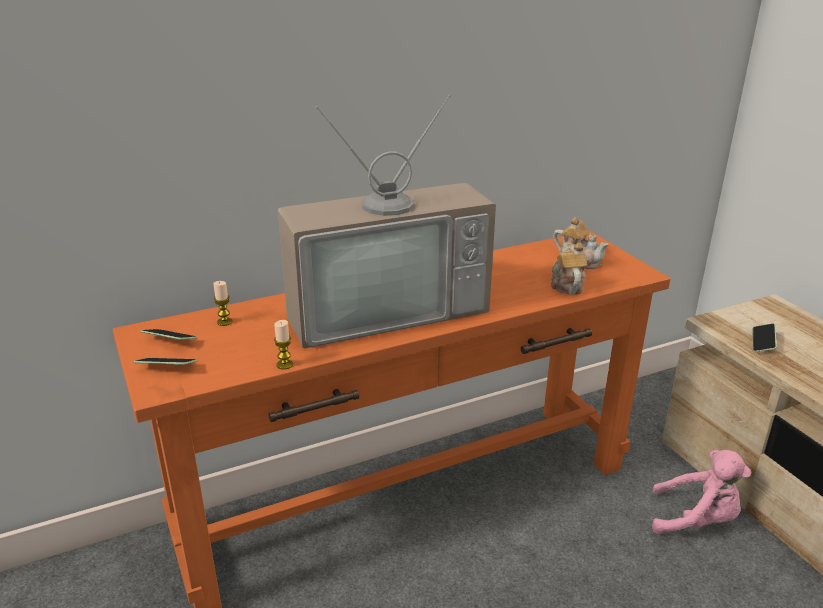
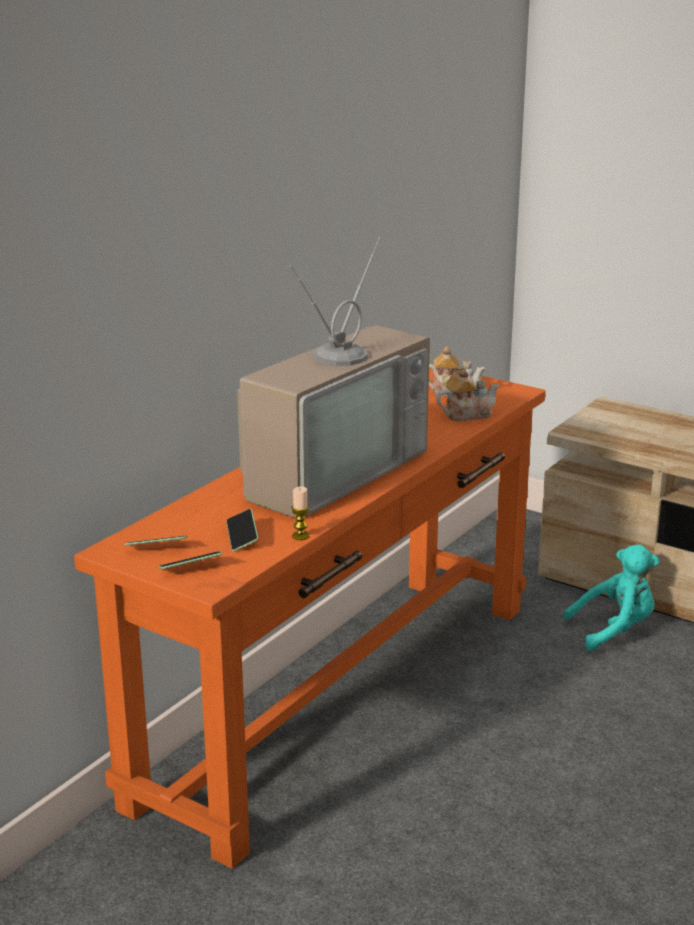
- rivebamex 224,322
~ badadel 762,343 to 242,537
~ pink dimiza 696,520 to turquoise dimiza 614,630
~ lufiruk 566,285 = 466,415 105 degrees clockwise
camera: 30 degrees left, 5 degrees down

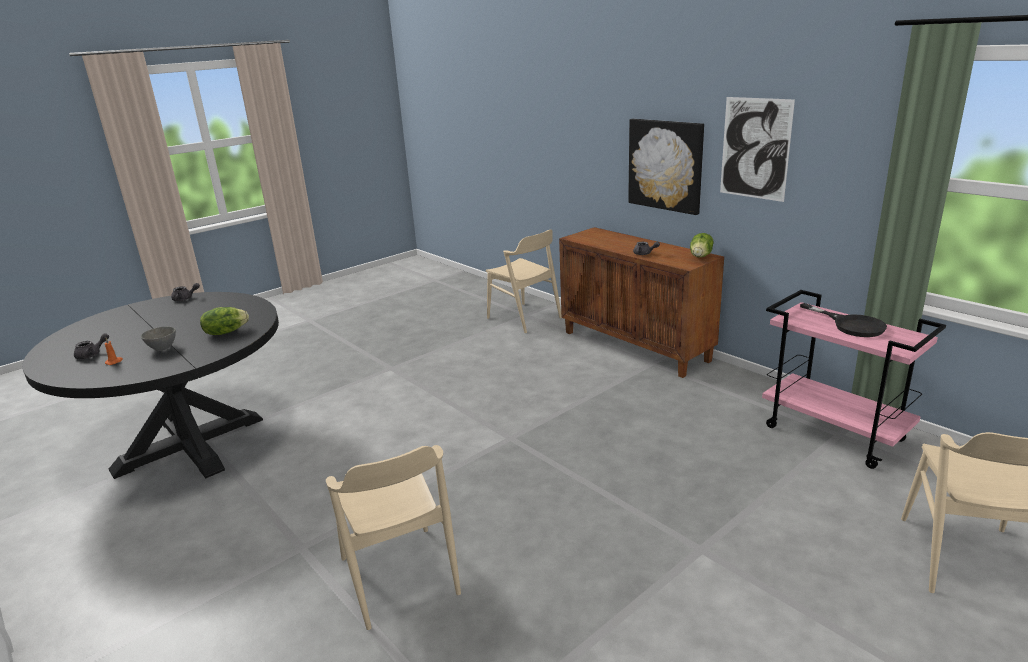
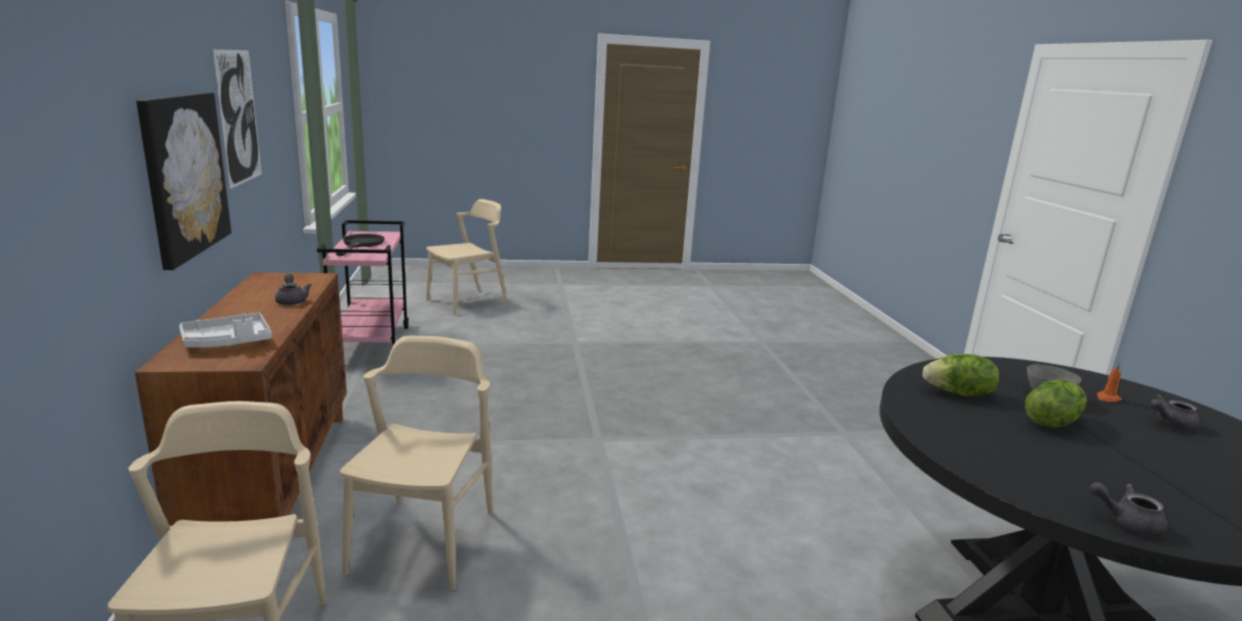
+ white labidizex 228,342
~ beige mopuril 399,575 to 423,540
~ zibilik 701,256 to 1050,422
camera: 150 degrees left, 5 degrees down

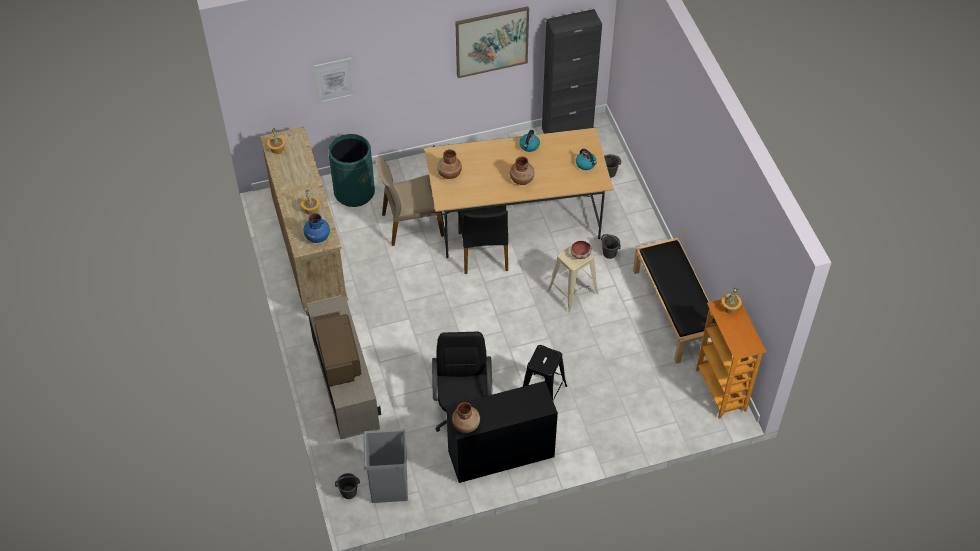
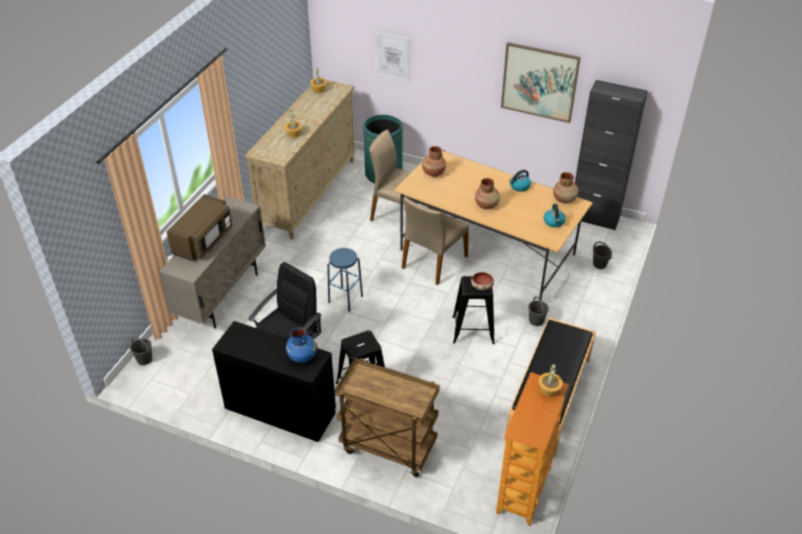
- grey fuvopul 389,485
+ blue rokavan 345,299
+ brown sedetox 387,447
~ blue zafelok 317,236 to 302,356
~ brown zafelok 466,425 to 564,199
~ black mopuril 484,252 to beige mopuril 433,262
~ beige rokavan 573,292 to black rokavan 473,330
camera: 40 degrees right, 10 degrees down

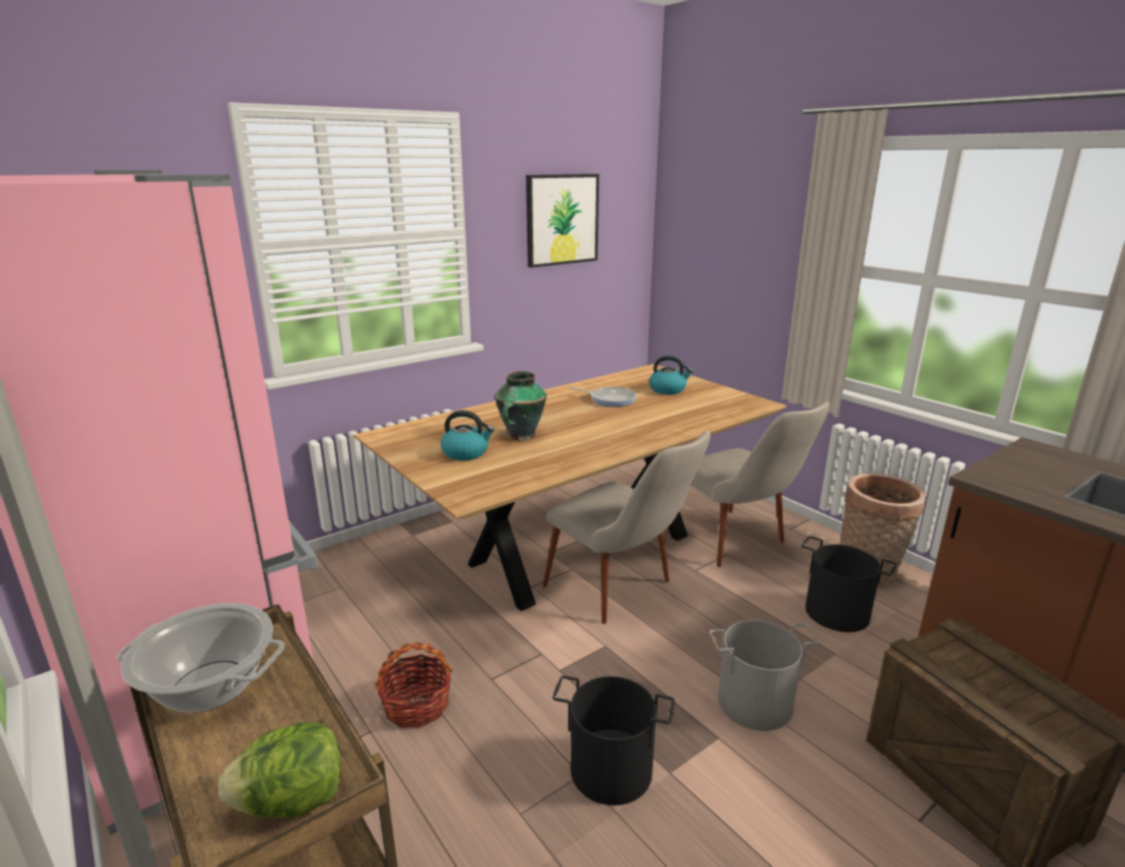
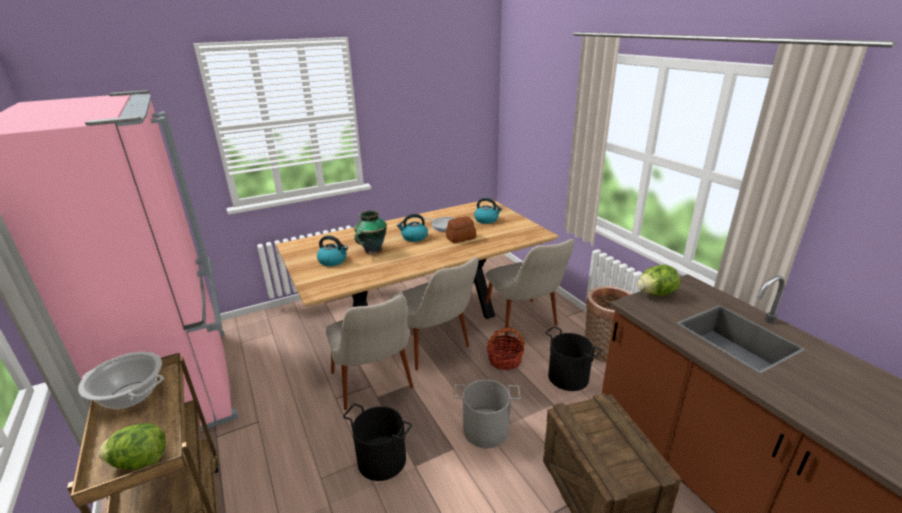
- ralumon 562,219
+ beige mopuril 375,389
+ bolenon 414,237
+ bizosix 460,238
+ zibilik 655,293
~ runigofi 416,705 to 504,360
camera: 10 degrees right, 5 degrees up

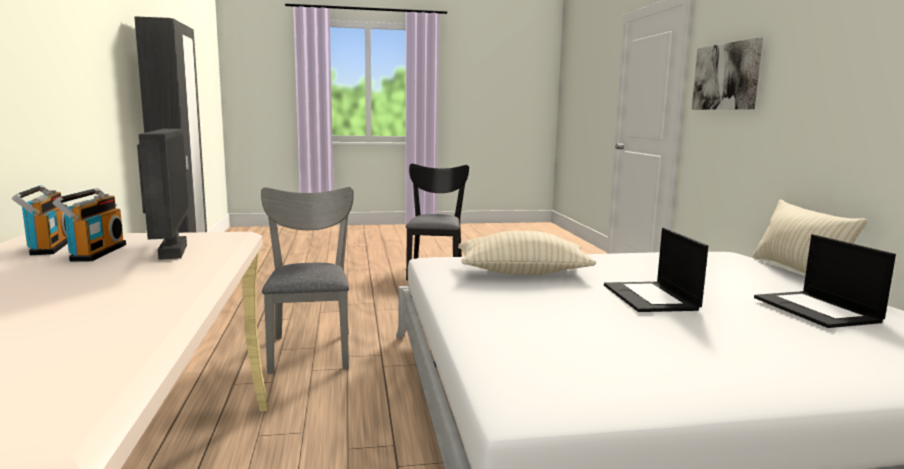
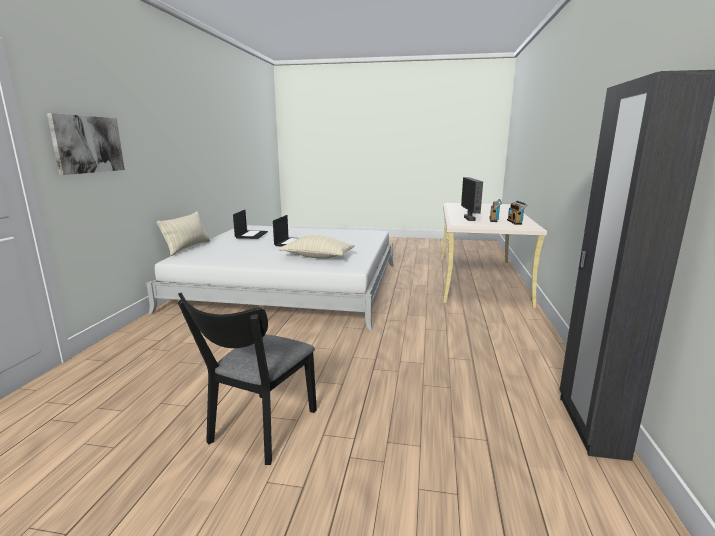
- grey mopuril 311,348
camera: 160 degrees left, 5 degrees up

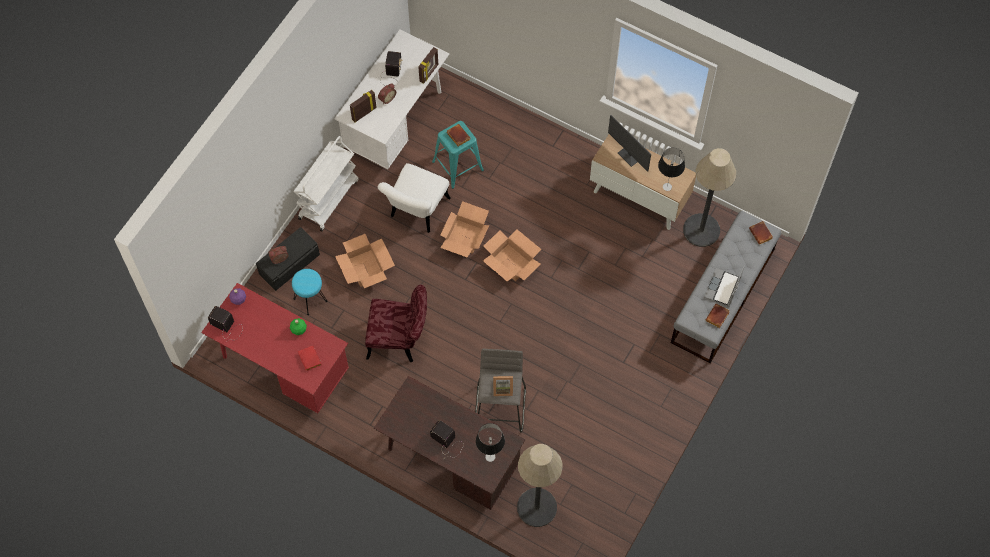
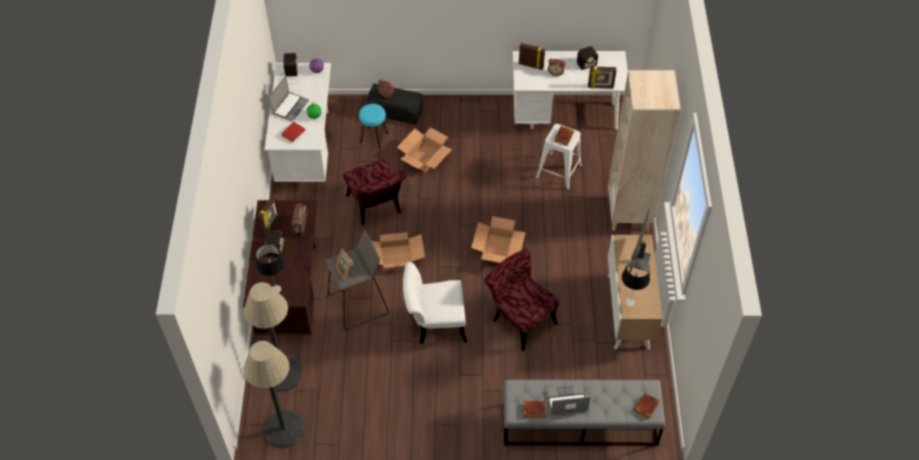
- white sedetox 328,199
+ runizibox 271,223
+ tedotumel 290,107
+ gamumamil 301,225
+ red mopuril 519,318
+ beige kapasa 629,213
~ white mopuril 416,212 to 434,324
~ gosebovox 464,236 to 396,257
~ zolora 701,230 to 284,429
~ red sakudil 283,368 to white sakudil 306,149
~ turquoise rokavan 458,166 to white rokavan 558,171
camera: 60 degrees right, 10 degrees down

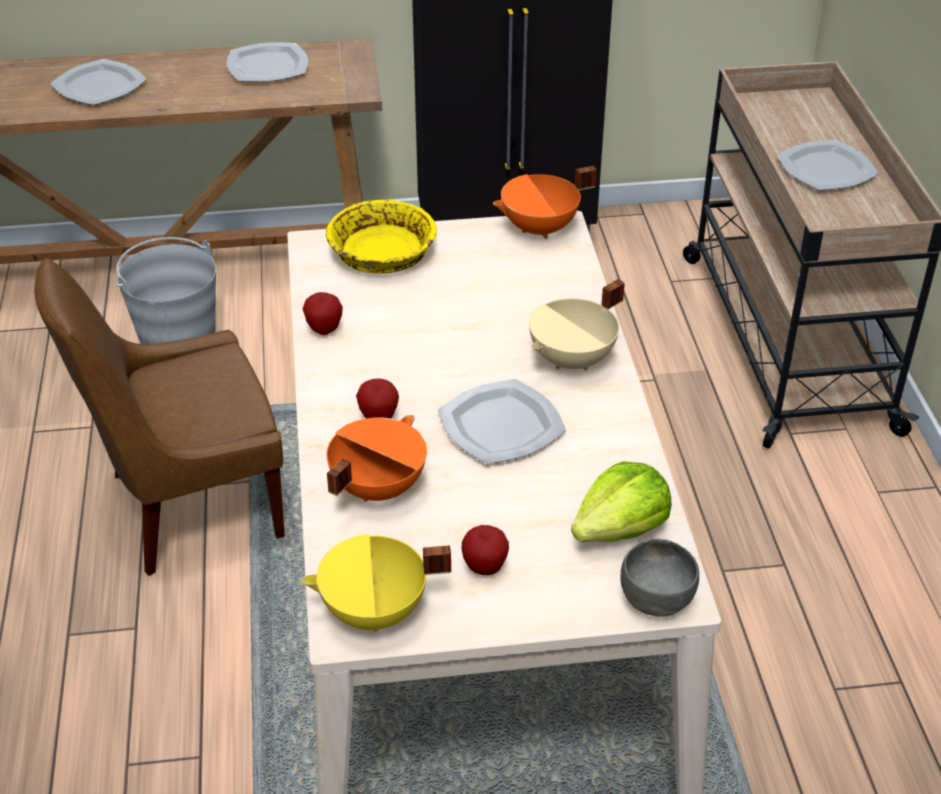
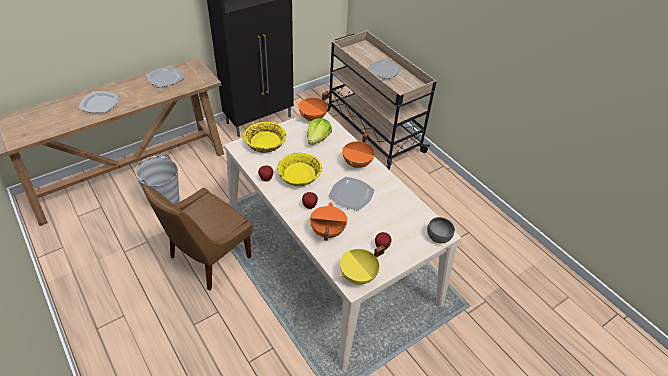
+ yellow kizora 299,175
~ zibilik 621,528 to 318,139
~ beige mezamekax 573,360 to orange mezamekax 358,163
camera: 30 degrees left, 5 degrees up

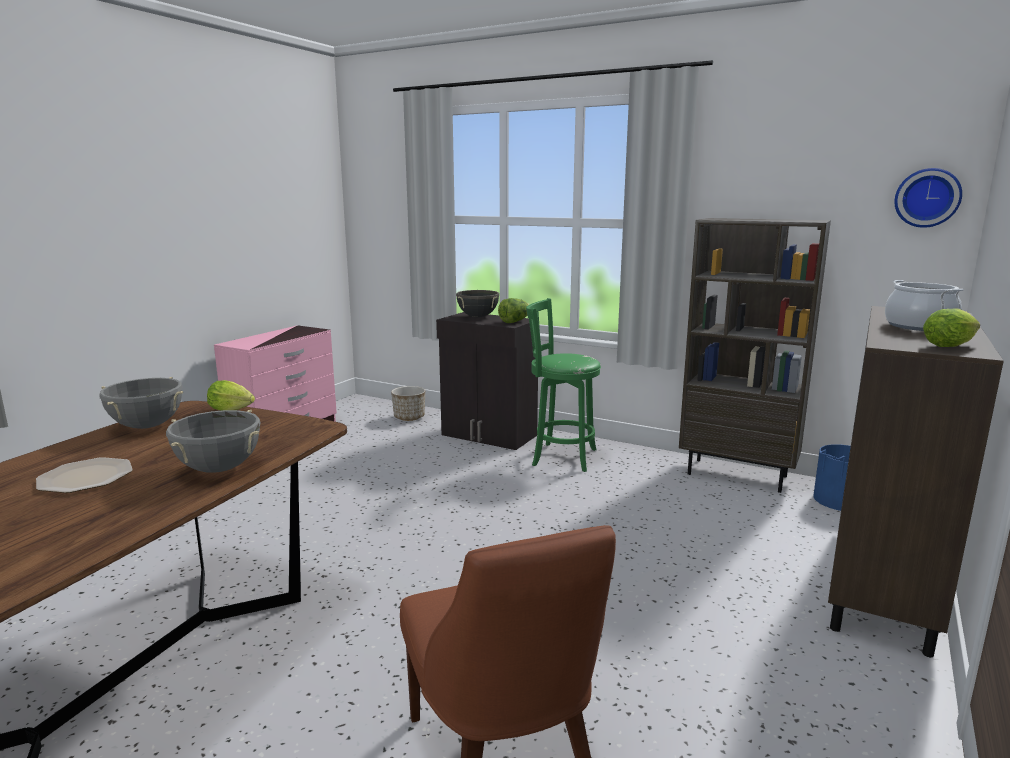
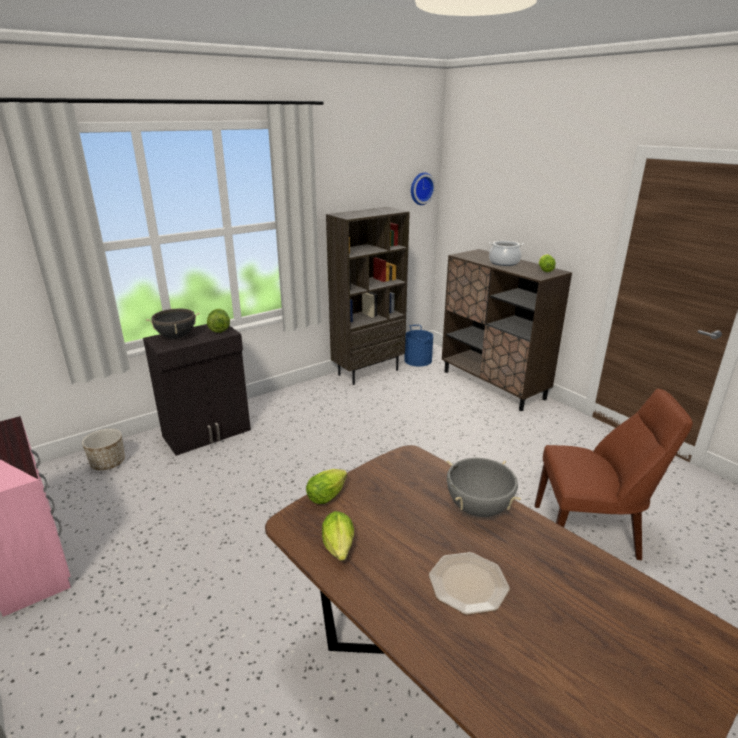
- green rokavan 560,457
~ grey mezamekax 147,426 to zibilik 339,550
camera: 65 degrees left, 10 degrees up

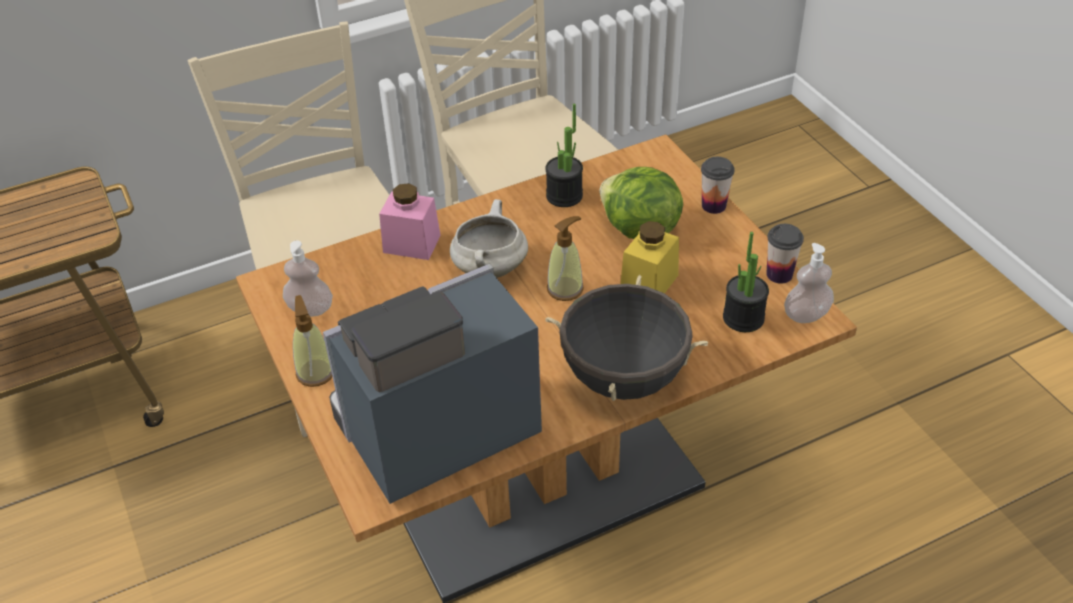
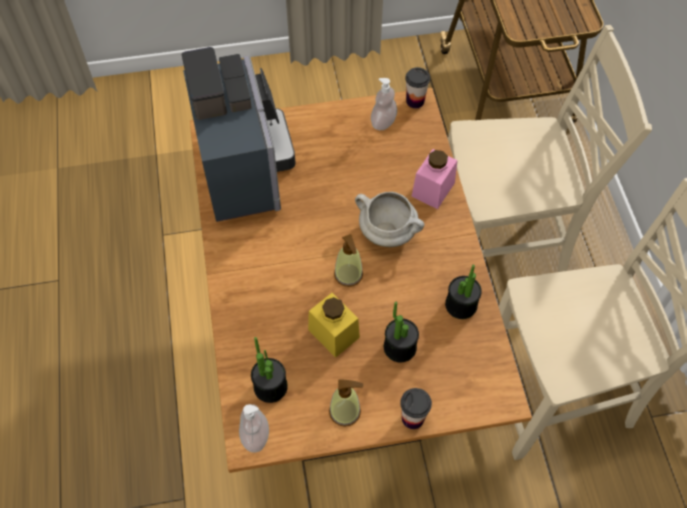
- black mezamekax 624,377
~ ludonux 315,372 to 345,412
~ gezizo 779,274 to 415,101
~ zibilik 639,229 to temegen 400,347
camera: 105 degrees right, 15 degrees up

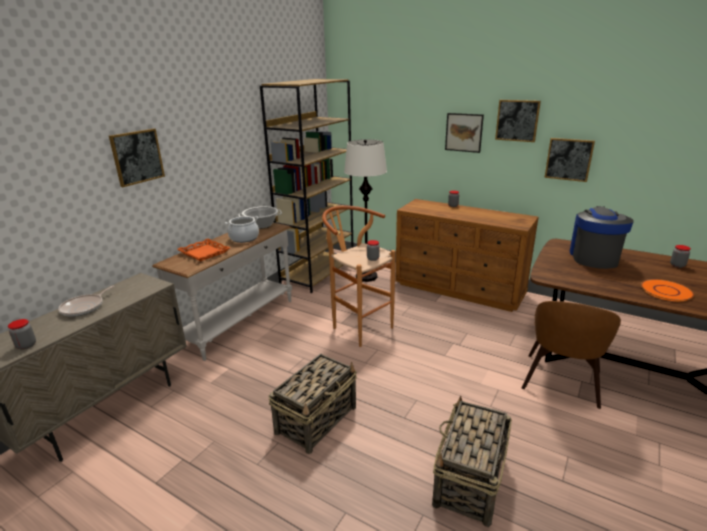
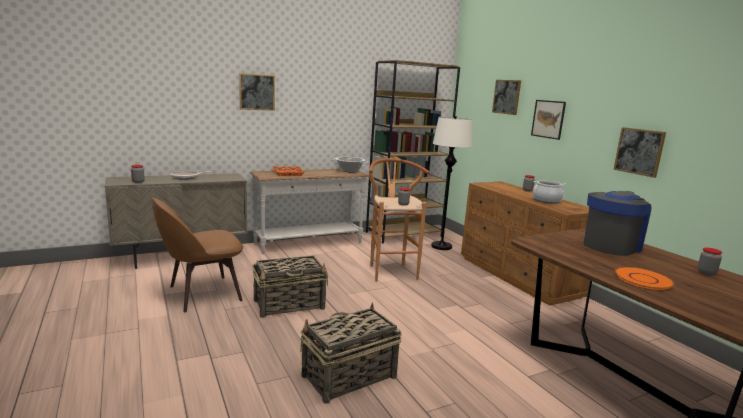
~ mezamekax 244,238 to 546,200
~ ralumon 517,120 to 507,97
~ brown mopuril 561,382 to 201,294
camera: 30 degrees right, 10 degrees down

